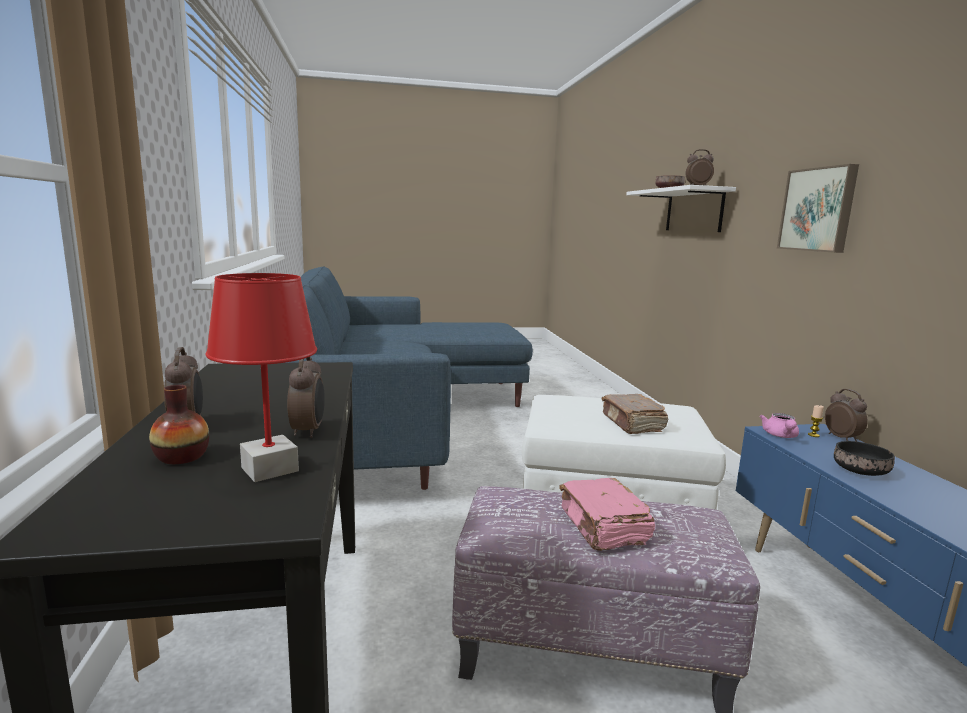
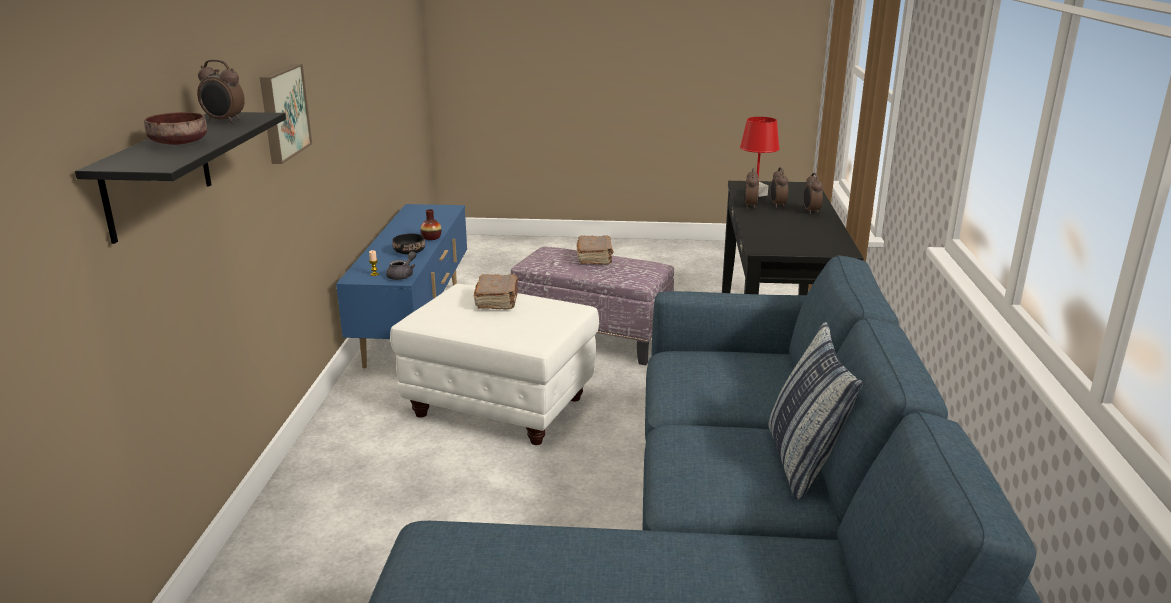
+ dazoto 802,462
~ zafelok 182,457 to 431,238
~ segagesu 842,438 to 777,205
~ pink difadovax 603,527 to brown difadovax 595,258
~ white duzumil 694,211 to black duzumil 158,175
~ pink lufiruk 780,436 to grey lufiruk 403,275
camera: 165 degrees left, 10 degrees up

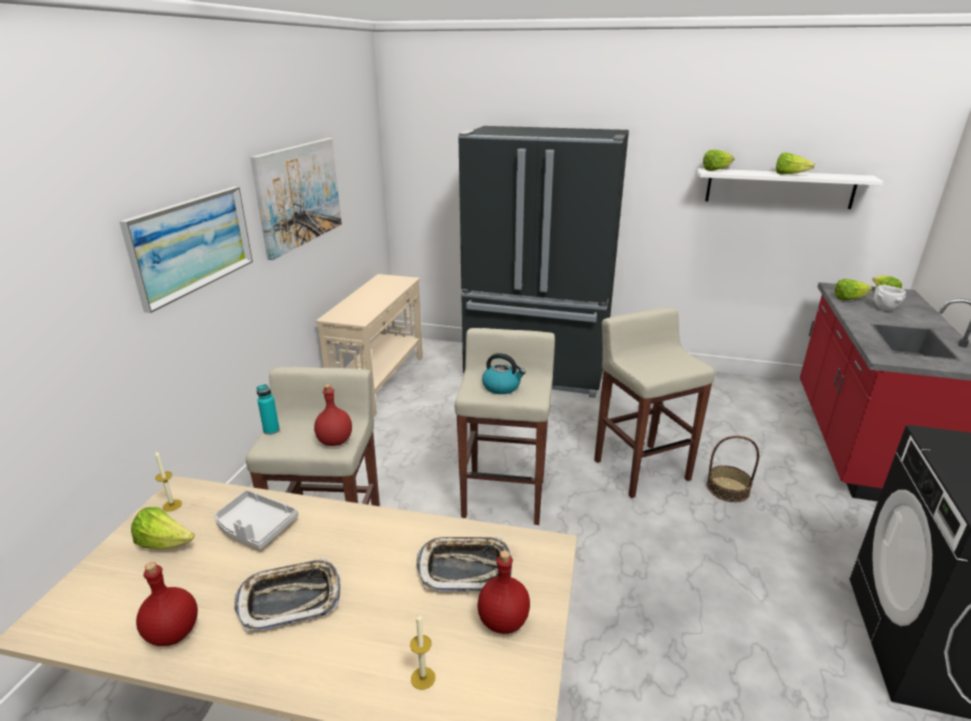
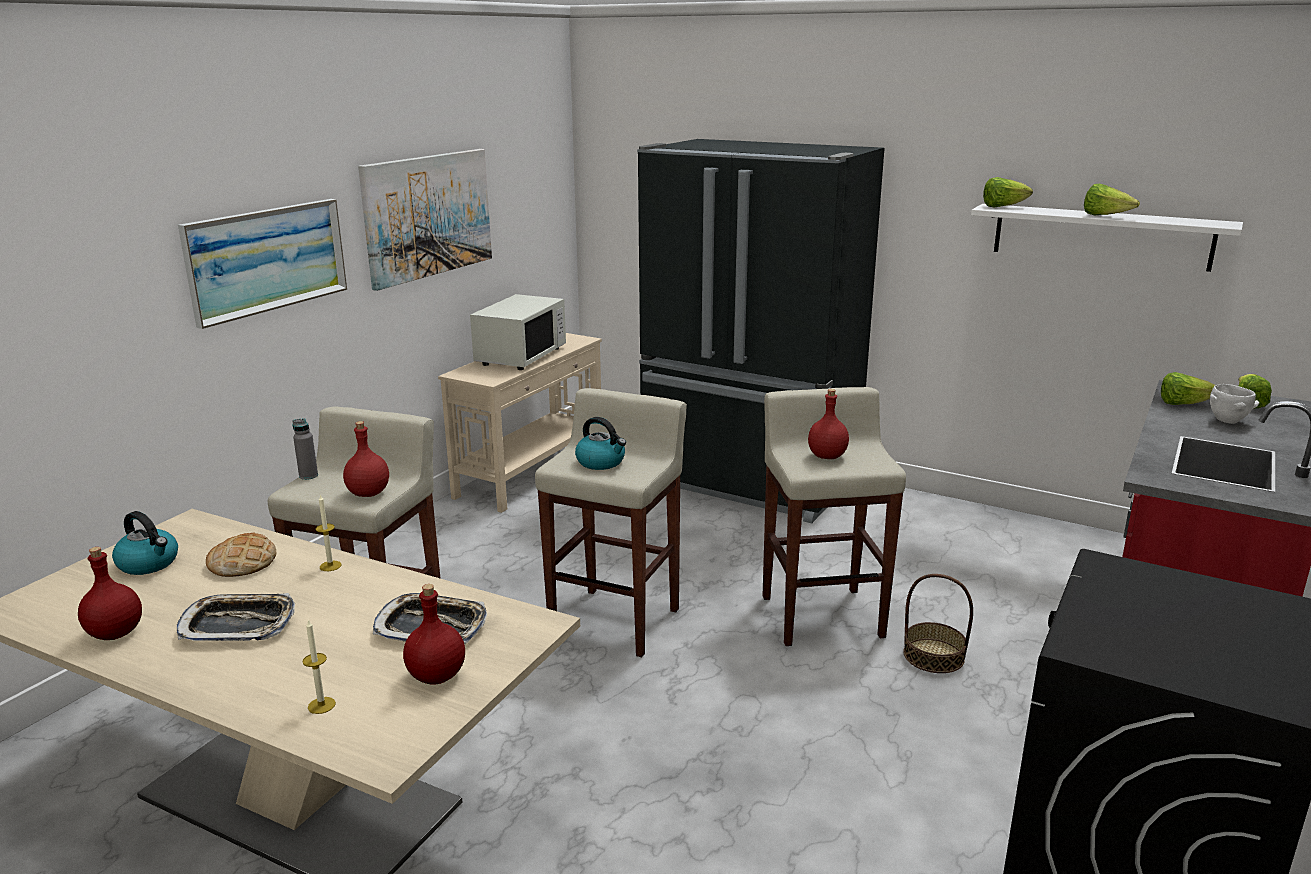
+ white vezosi 521,356
+ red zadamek 827,456
~ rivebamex 172,505 to 330,566
~ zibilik 165,544 to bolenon 149,563
~ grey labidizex 255,527 to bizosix 243,562
~ turquoise zadamek 271,430 to grey zadamek 308,476
camera: 15 degrees right, 5 degrees down

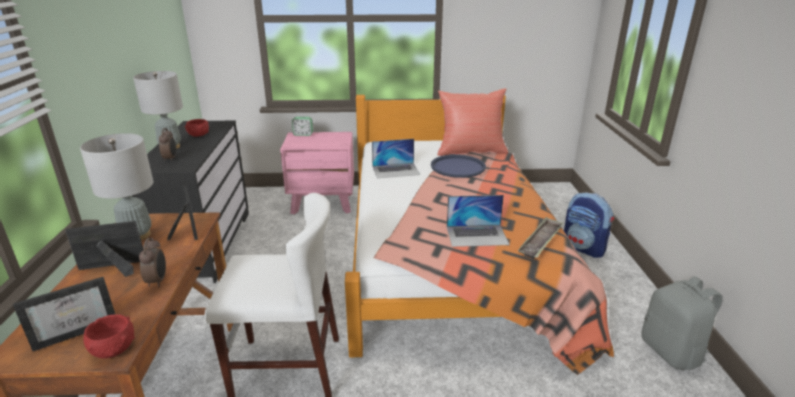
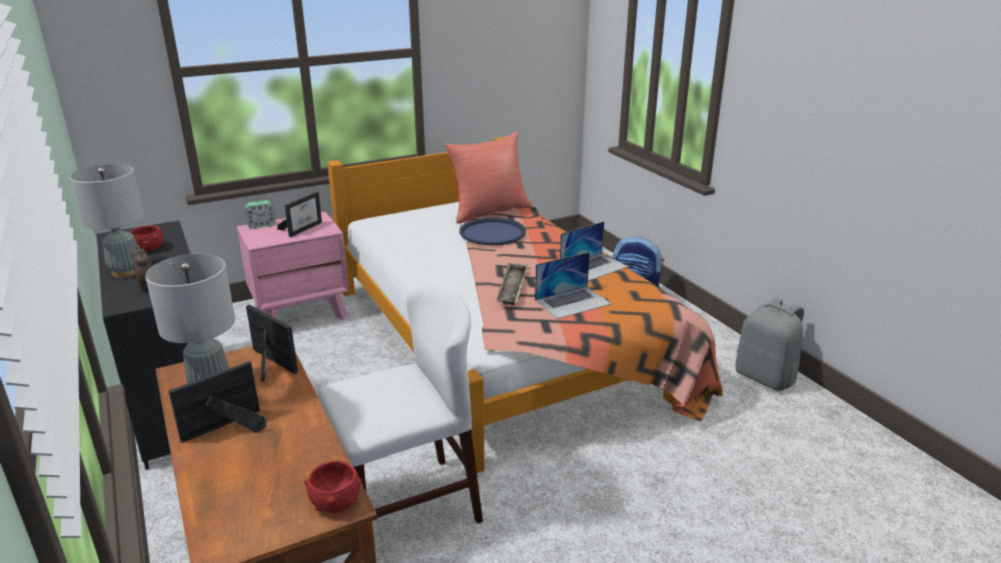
- segagesu 158,281
~ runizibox 77,330 to 303,228
~ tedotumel 396,170 to 593,267
~ labidizex 540,242 to 512,288
camera: 25 degrees left, 0 degrees up

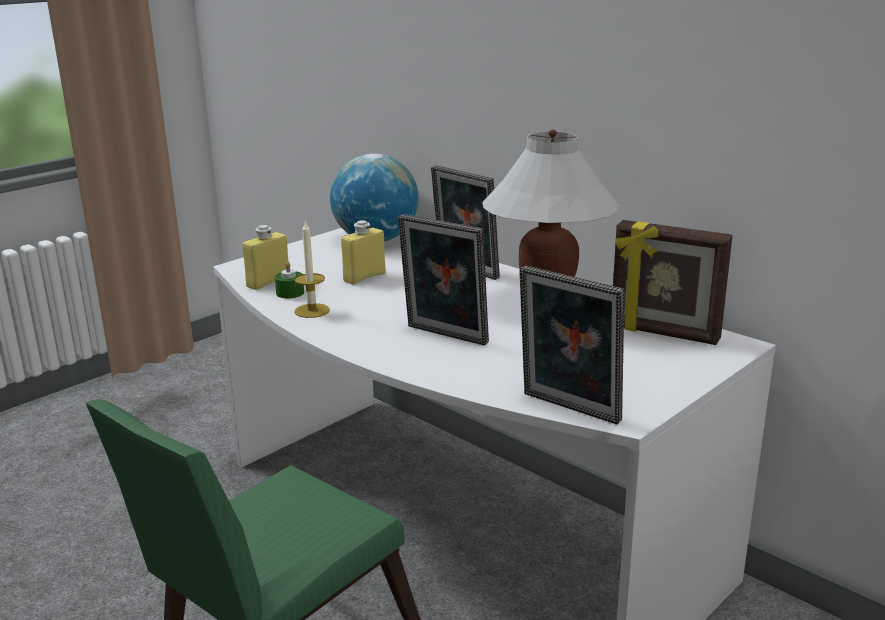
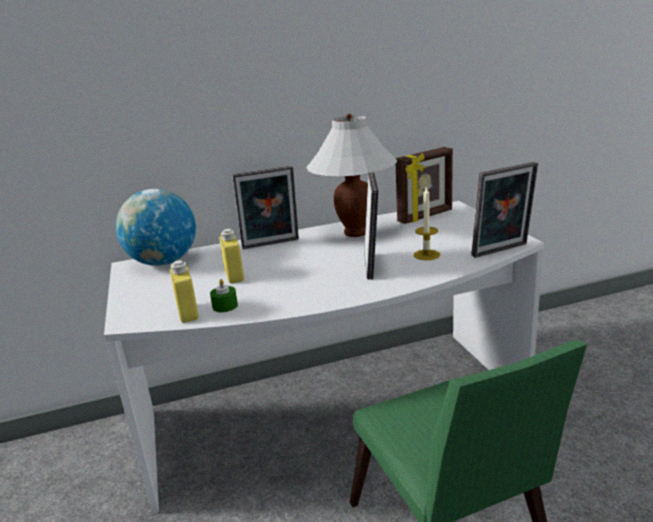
~ rivebamex 312,311 to 426,255
~ runizibox 444,336 = 372,265 60 degrees counterclockwise
camera: 60 degrees left, 0 degrees up

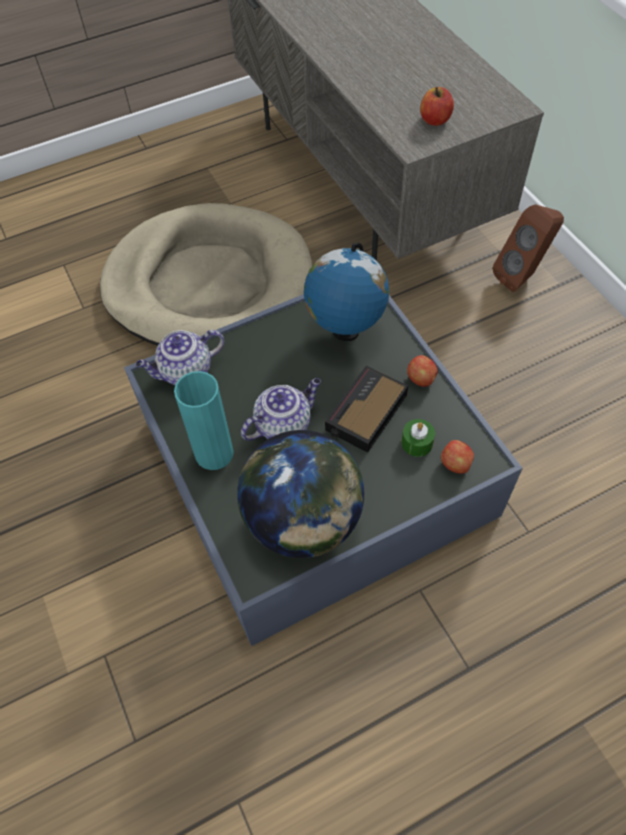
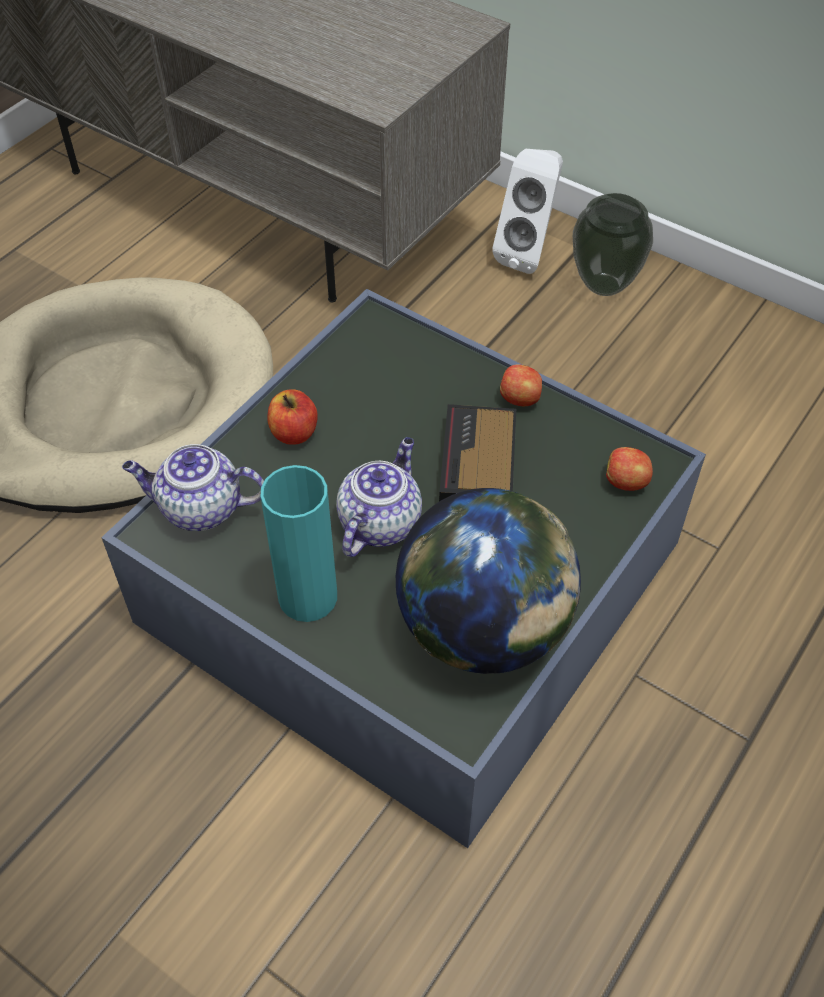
- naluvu 345,331
- green rivebamex 417,443
+ zafelok 603,286
~ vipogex 435,120 to 294,432
~ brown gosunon 521,277 to white gosunon 528,253
~ lufiruk 185,372 = 199,509 60 degrees clockwise
camera: 30 degrees left, 5 degrees down

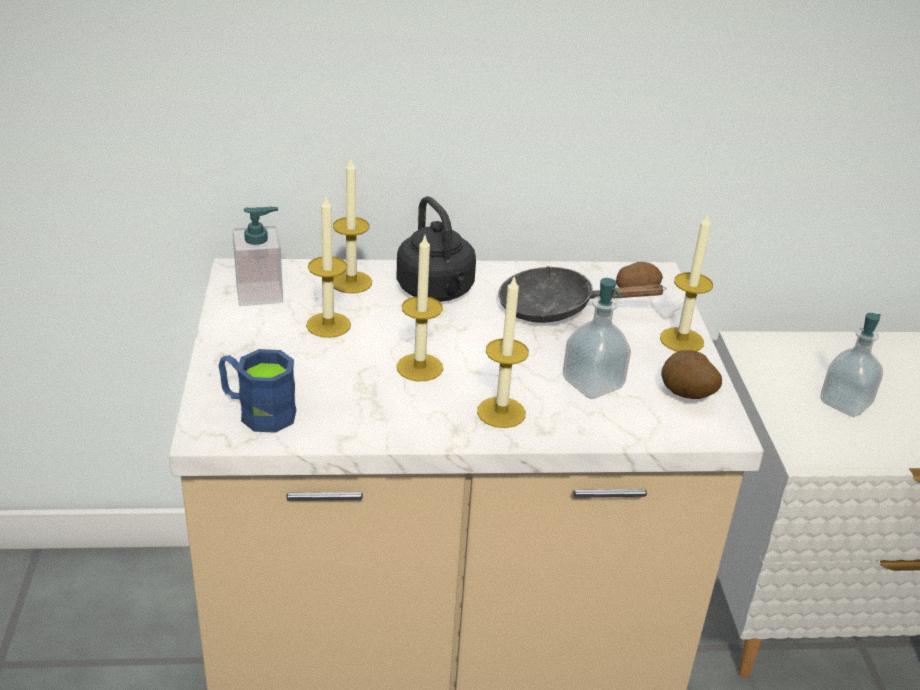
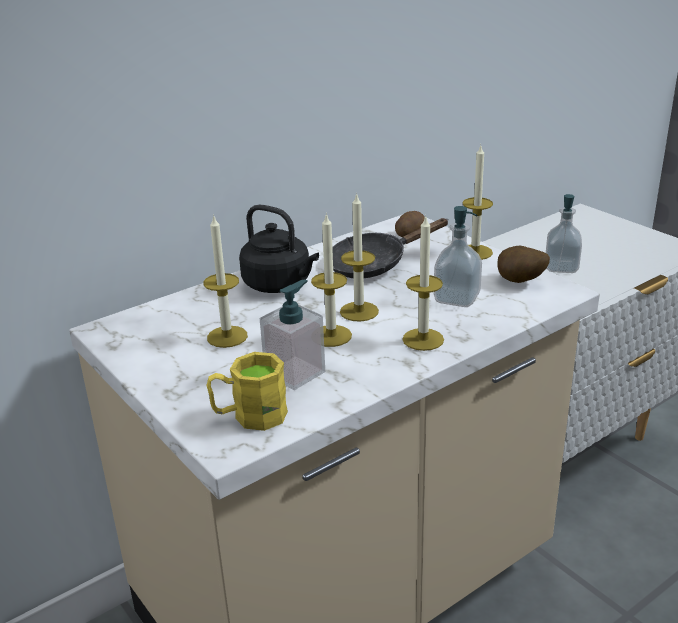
~ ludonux 260,293 to 295,373
~ rivebamex 351,282 to 359,311
~ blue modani 257,412 to yellow modani 249,416
camera: 30 degrees left, 5 degrees down

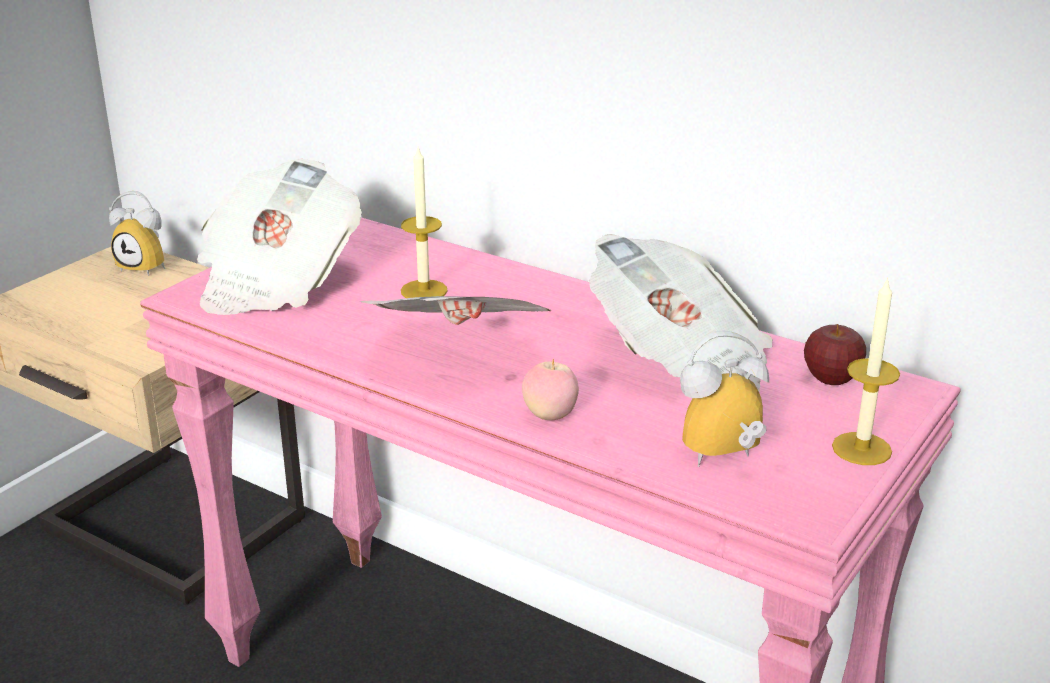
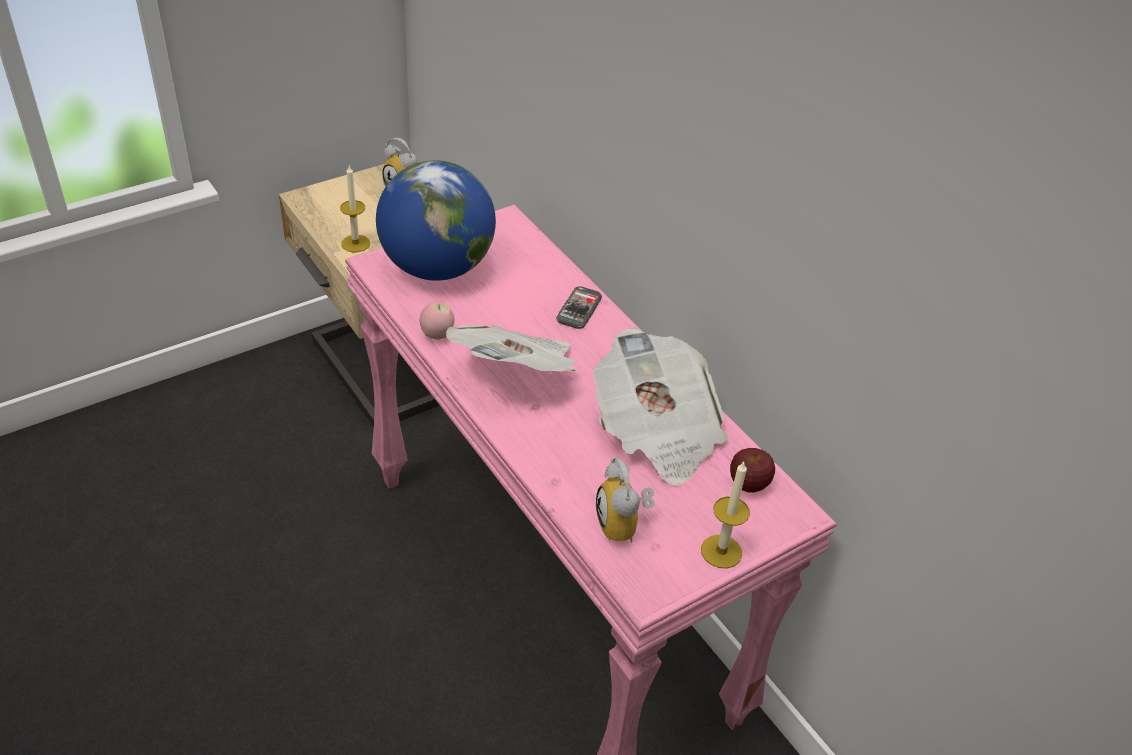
+ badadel 579,309
~ rivebamex 424,290 to 355,243
~ vipogex 550,416 to 437,335
~ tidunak 275,281 to naluvu 437,267
~ segagesu 724,458 = 624,526 105 degrees counterclockwise
camera: 20 degrees right, 15 degrees up

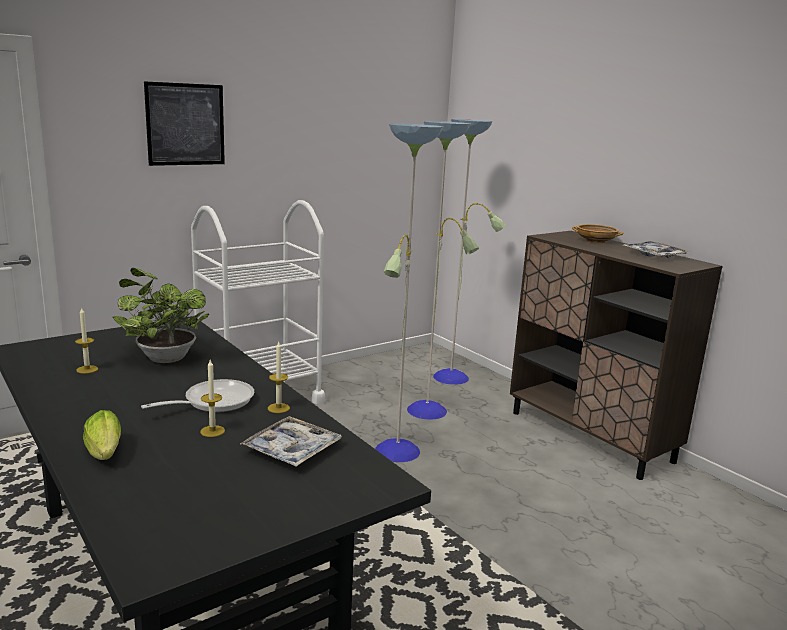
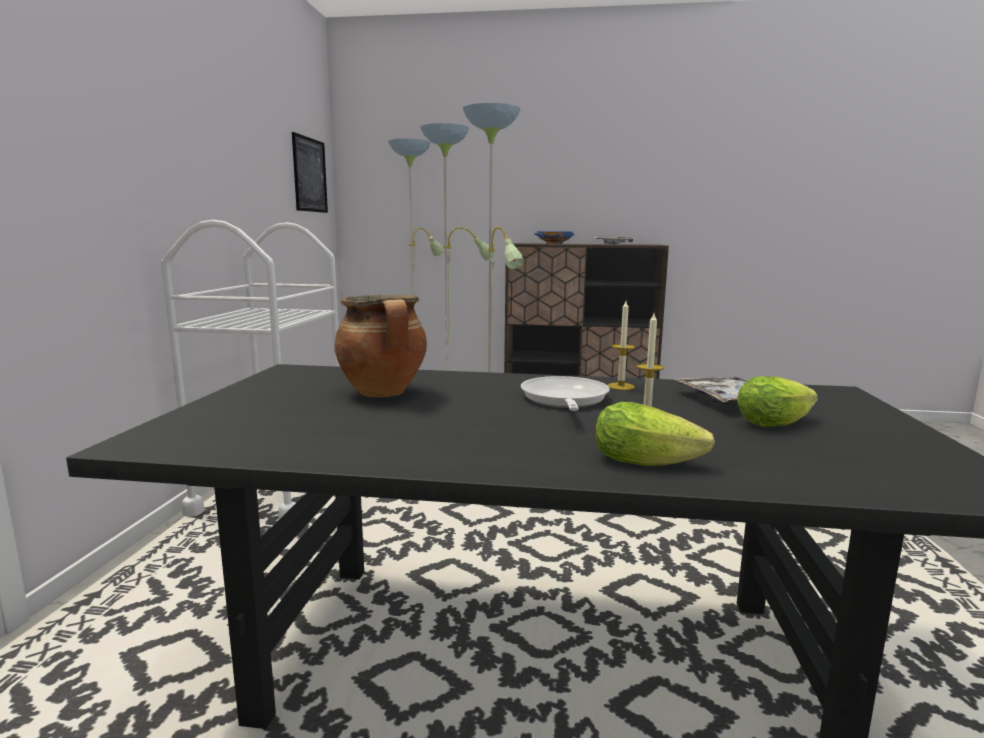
- rivebamex 87,369
+ zibilik 778,422
~ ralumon 185,124 to 310,175
~ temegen 163,358 to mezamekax 384,393
~ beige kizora 596,241 to blue kizora 554,243
camera: 45 degrees left, 5 degrees down

